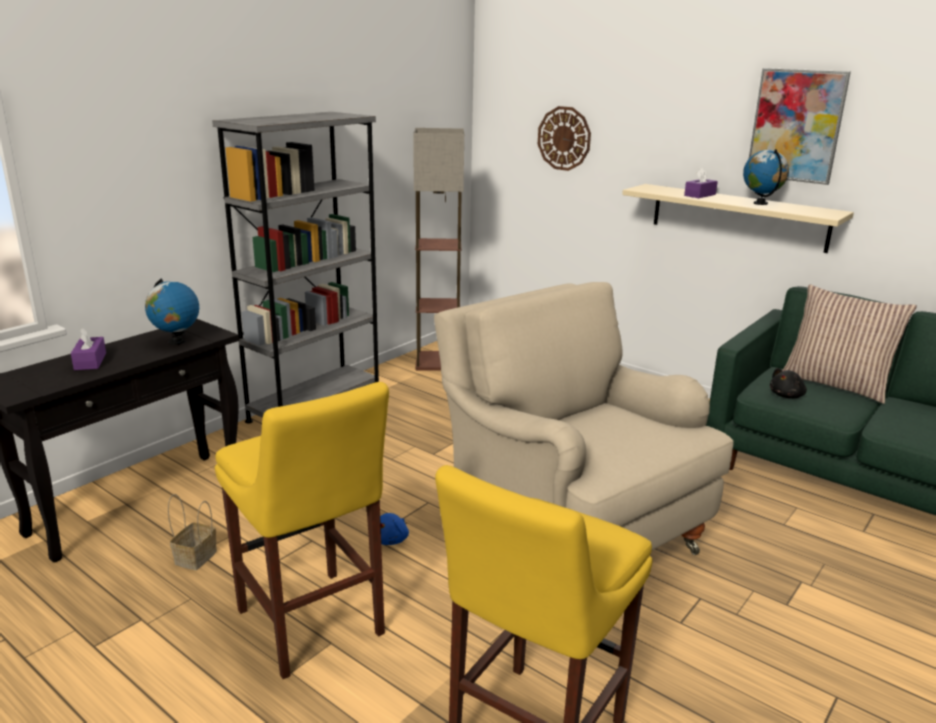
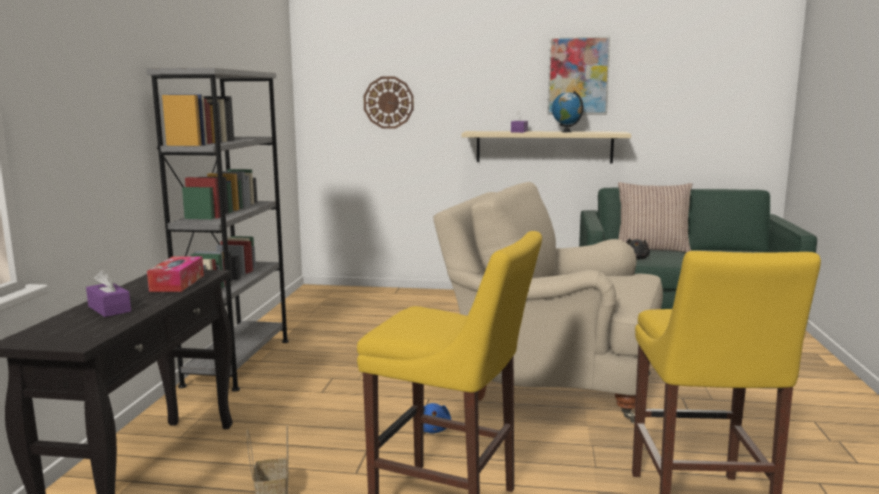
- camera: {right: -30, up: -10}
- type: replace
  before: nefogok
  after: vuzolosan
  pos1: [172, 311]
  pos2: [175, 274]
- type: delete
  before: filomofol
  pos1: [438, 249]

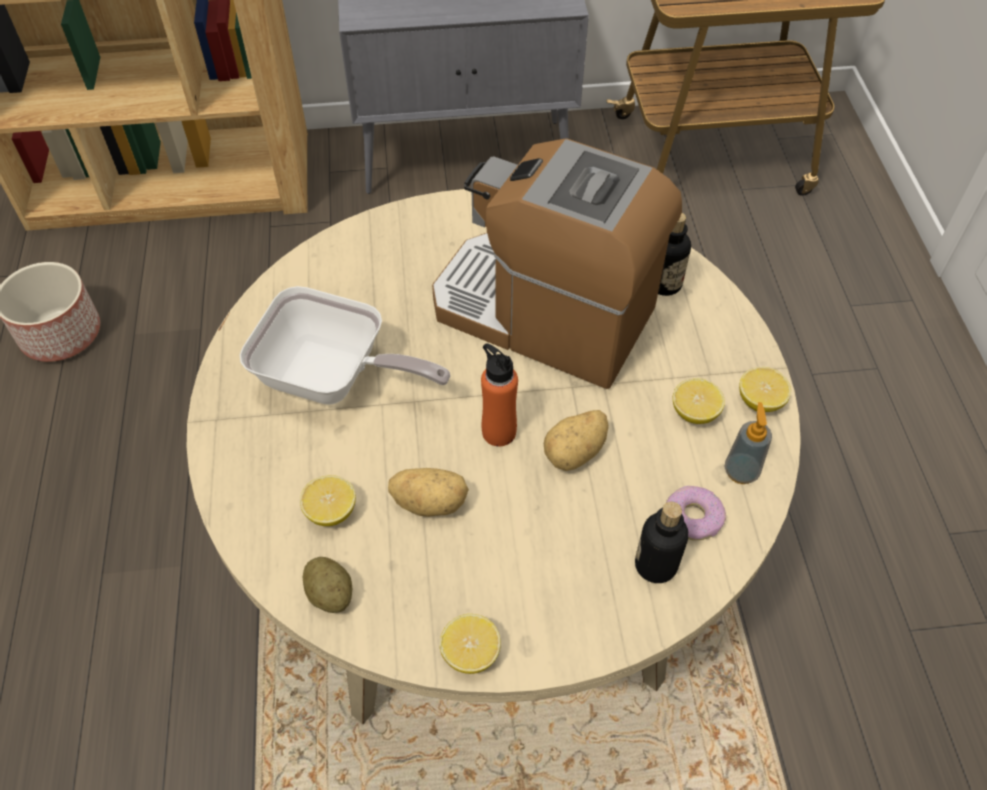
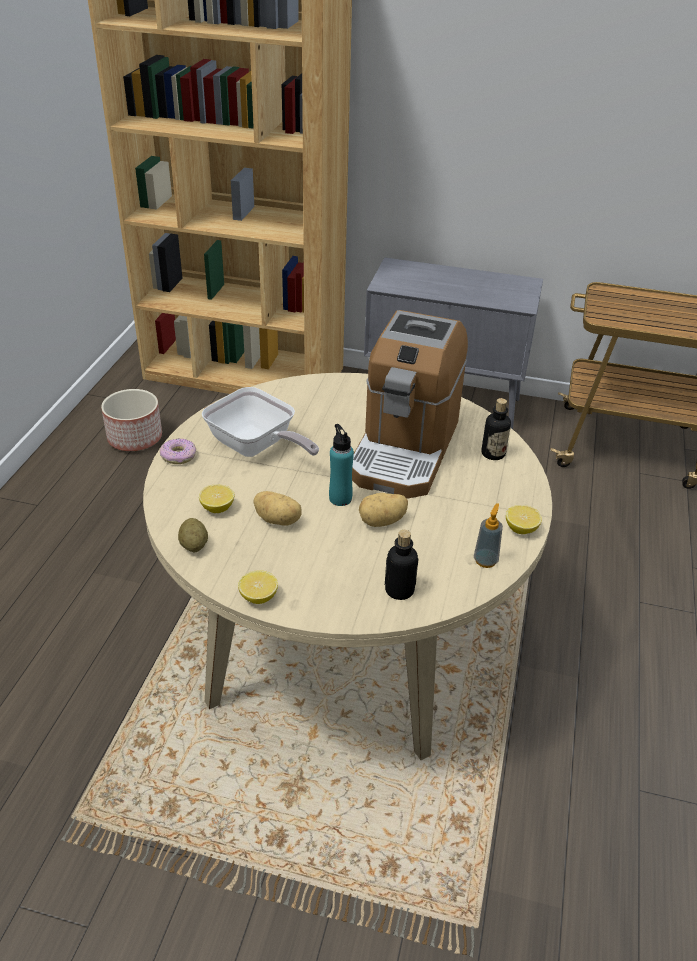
- camera: {right: 20, up: -15}
- type: move
  before: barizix
  pos1: [696, 513]
  pos2: [178, 451]
- type: recolor
  before: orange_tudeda
  after: turquoise_tudeda
  pos1: [499, 395]
  pos2: [341, 465]
- type: rotate
  before: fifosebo
  pos1: [557, 263]
  pos2: [410, 404]
  turn: -120
- type: delete
  before: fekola
  pos1: [699, 401]

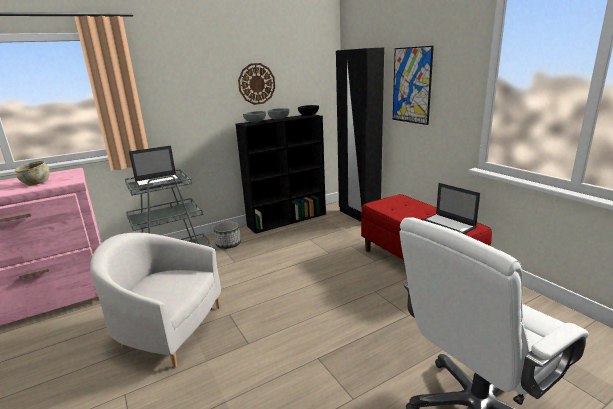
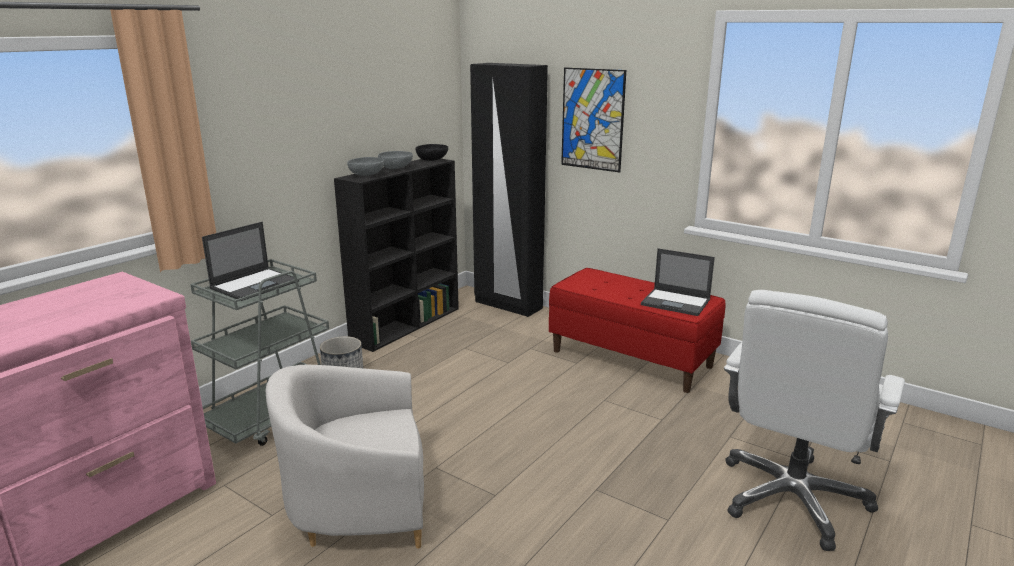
- camera: {right: -25, up: 0}
- type: delete
  before: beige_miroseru
  pos1: [32, 173]
- type: delete
  before: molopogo
  pos1: [256, 84]

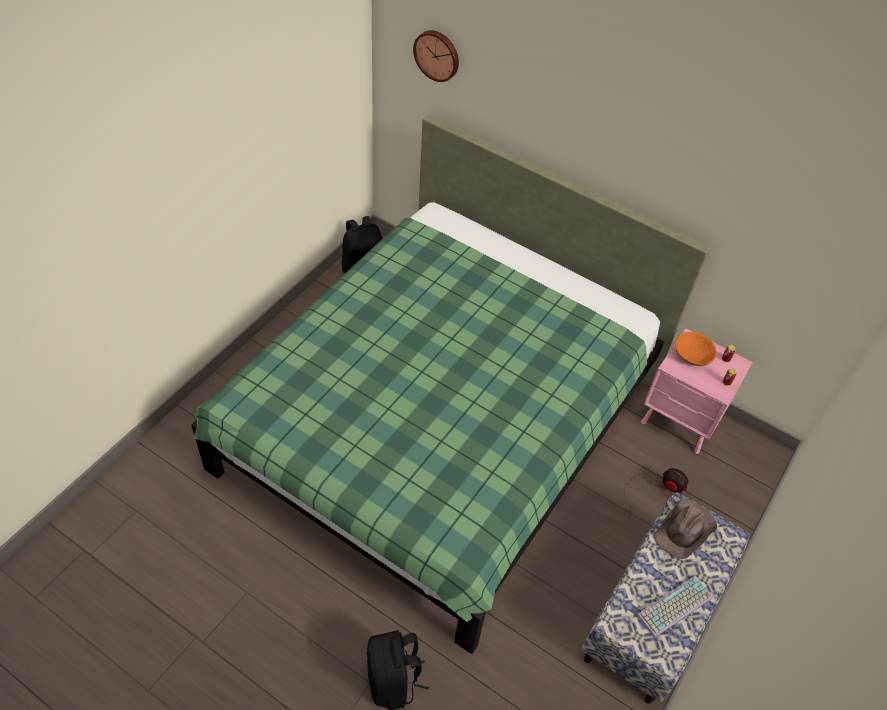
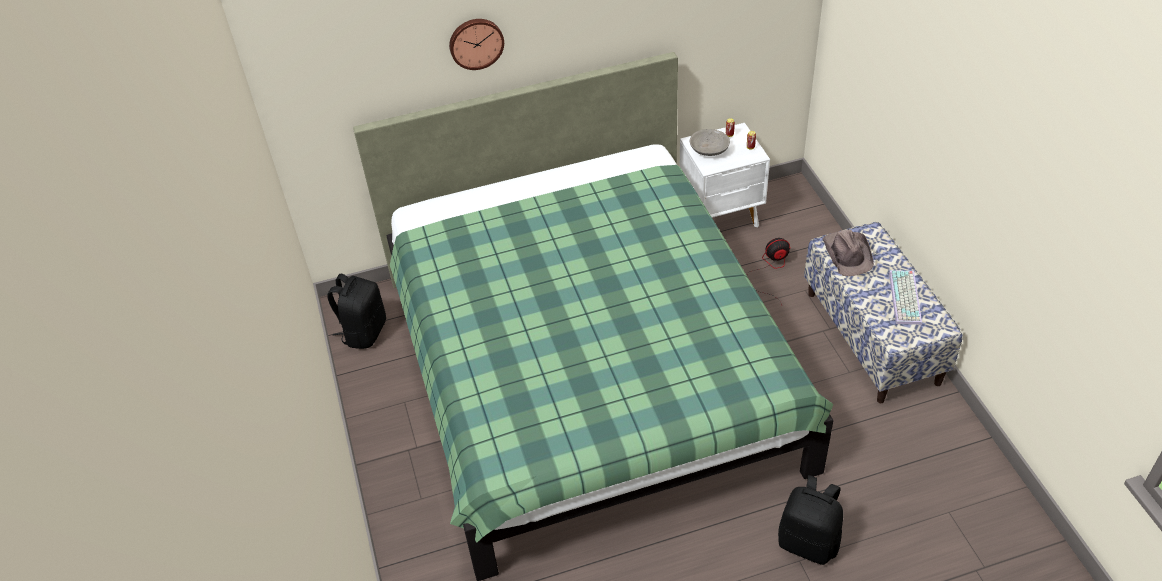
- camera: {right: -45, up: -5}
- type: move
  before: molopogo
  pos1: [436, 56]
  pos2: [476, 44]
- type: recolor
  before: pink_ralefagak
  after: white_ralefagak
  pos1: [697, 391]
  pos2: [725, 175]
- type: recolor
  before: orange_miroseru
  after: grey_miroseru
  pos1: [696, 349]
  pos2: [710, 142]

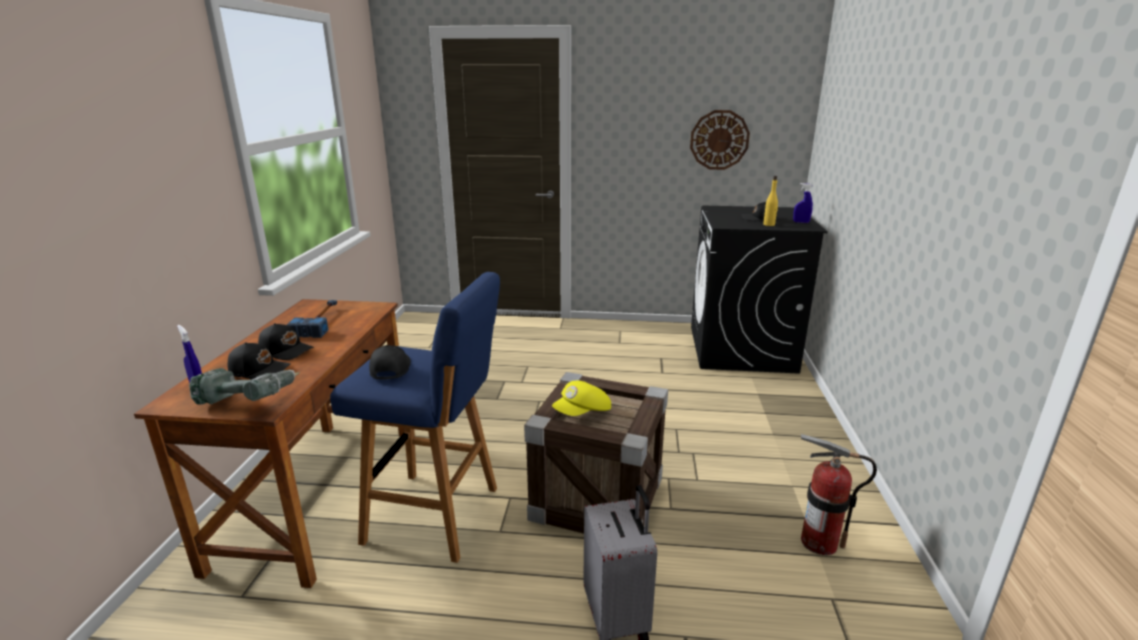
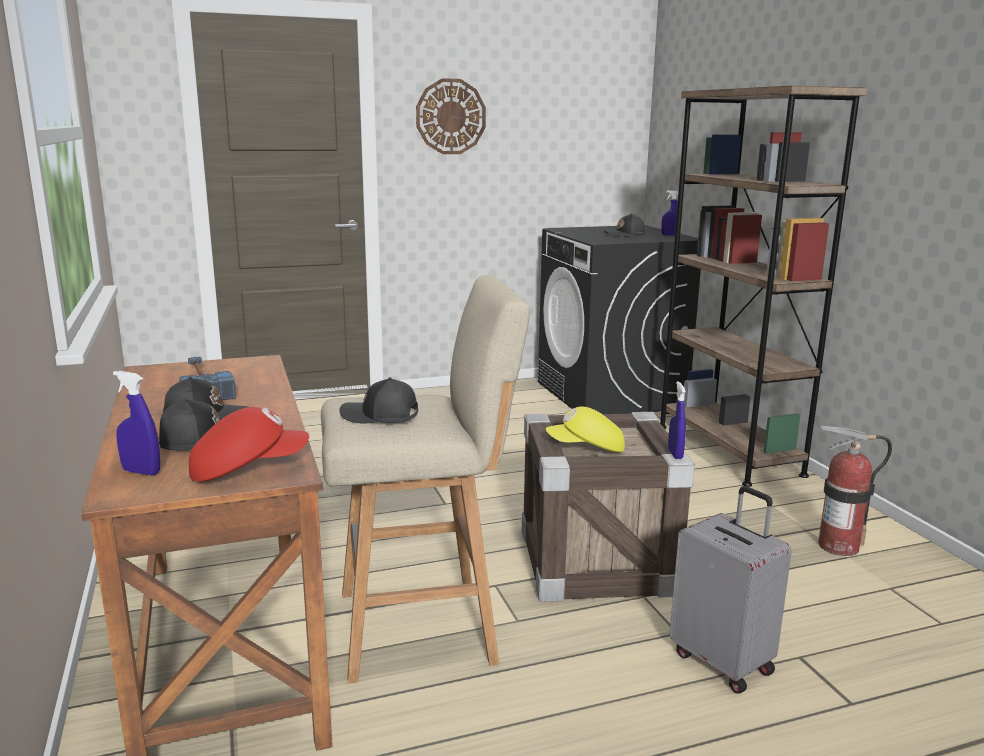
- camera: {right: -25, up: -5}
- type: replace
  before: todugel
  after: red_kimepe
  pos1: [244, 386]
  pos2: [249, 444]
- type: recolor
  before: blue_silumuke
  after: beige_silumuke
  pos1: [415, 417]
  pos2: [425, 479]
- type: rotate
  before: black_kimepe
  pos1: [390, 362]
  pos2: [378, 400]
  turn: -45
- type: move
  before: molopogo
  pos1: [720, 140]
  pos2: [451, 116]
- type: rotate
  before: yellow_kimepe
  pos1: [581, 398]
  pos2: [585, 429]
  turn: 60
- type: insert
  after: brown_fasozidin
  pos2: [763, 286]
- type: insert
  after: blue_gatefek
  pos2: [677, 420]
- type: delete
  before: yellow_tudeda
  pos1: [770, 201]

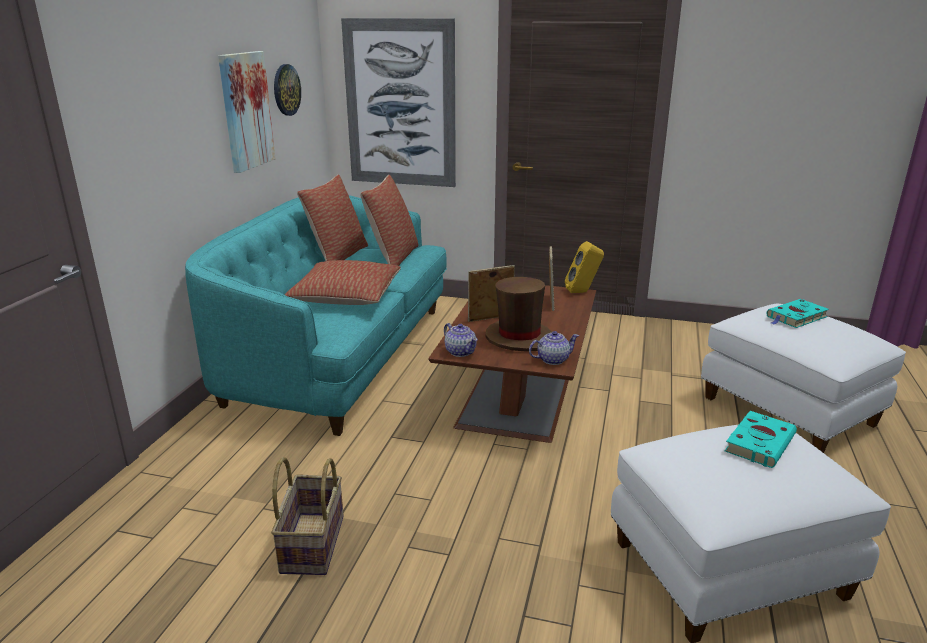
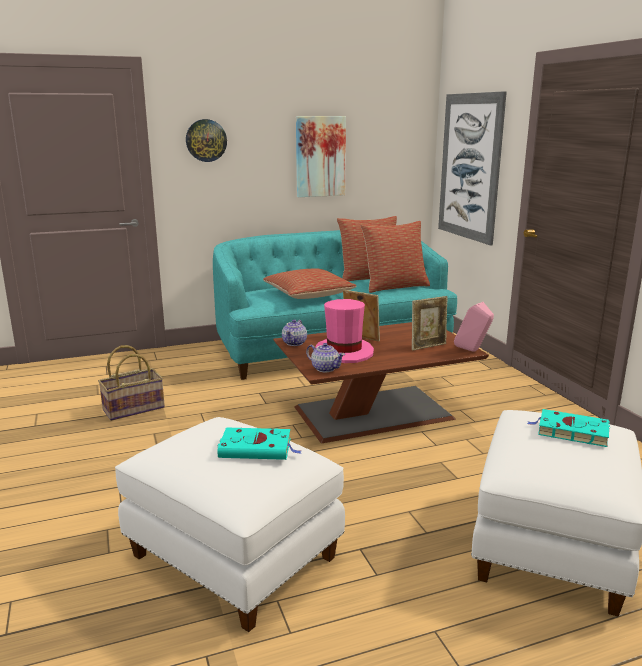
- camera: {right: 55, up: -5}
- type: move
  before: molopogo
  pos1: [287, 90]
  pos2: [206, 140]
- type: recolor
  before: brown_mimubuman
  after: pink_mimubuman
  pos1: [519, 314]
  pos2: [344, 331]
- type: recolor
  before: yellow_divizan
  after: pink_divizan
  pos1: [584, 267]
  pos2: [474, 327]

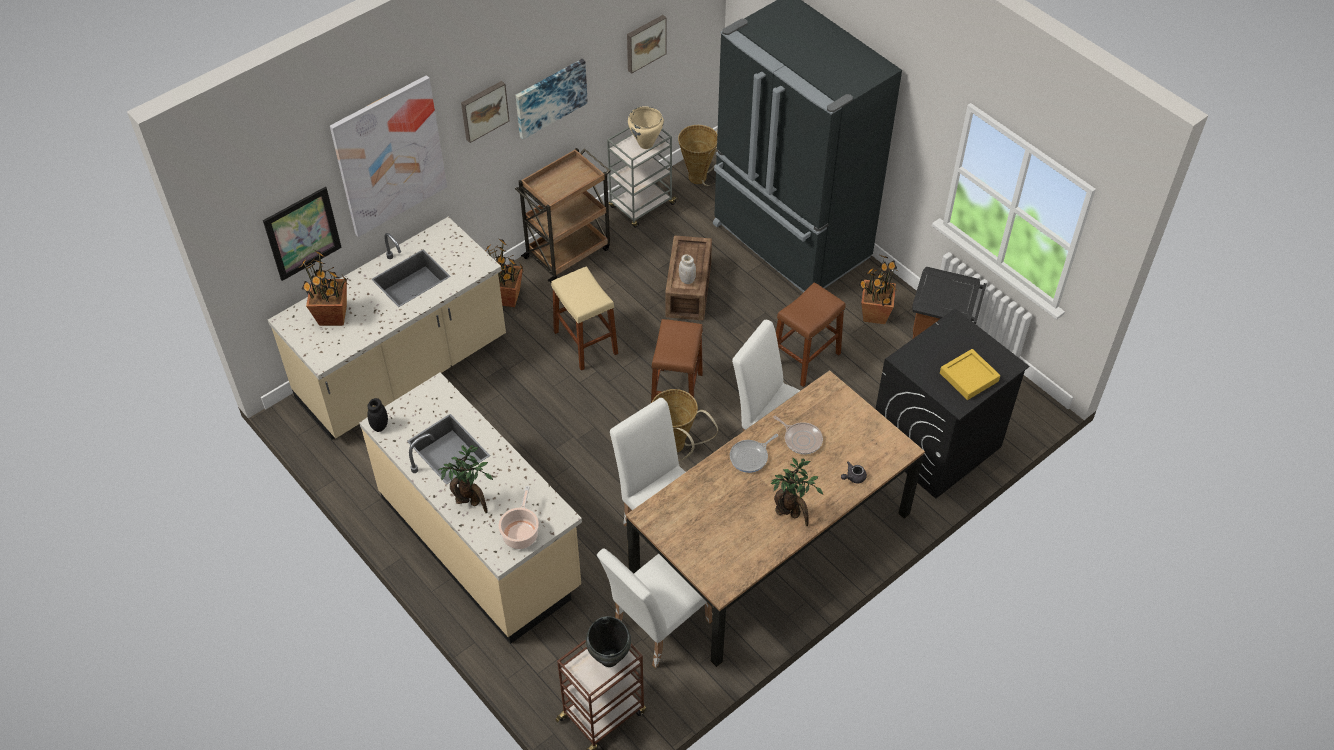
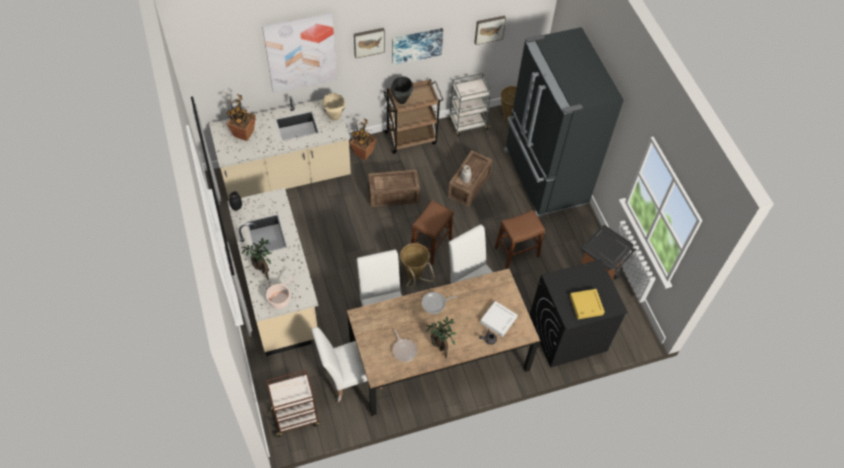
- camera: {right: 20, up: 5}
- type: move
  before: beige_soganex
  pos1: [646, 127]
  pos2: [334, 107]
- type: replace
  before: beige_silumuke
  after: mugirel
  pos1: [584, 318]
  pos2: [394, 188]
- type: move
  before: black_soganex
  pos1: [608, 641]
  pos2: [402, 90]
- type: move
  before: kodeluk
  pos1: [798, 435]
  pos2: [405, 345]
- type: insert
  after: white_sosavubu
  pos2: [499, 319]
- type: delete
  before: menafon
  pos1: [302, 234]
- type: delete
  before: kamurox
  pos1: [878, 289]

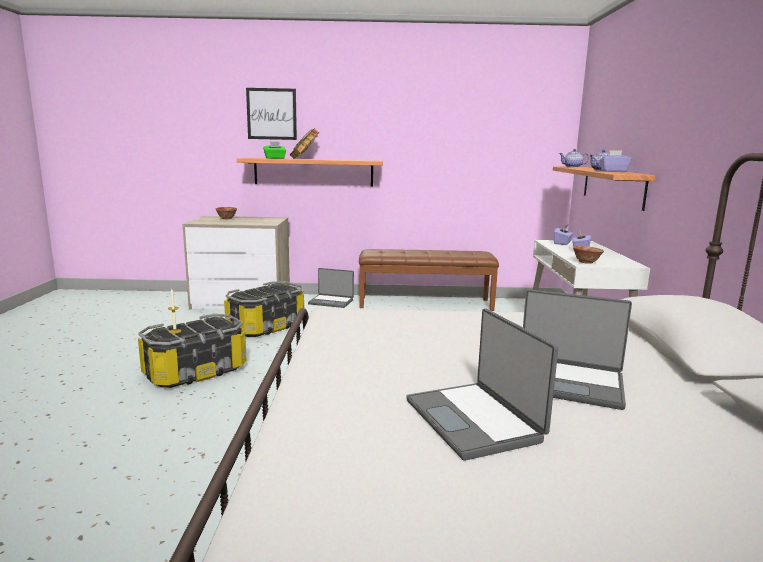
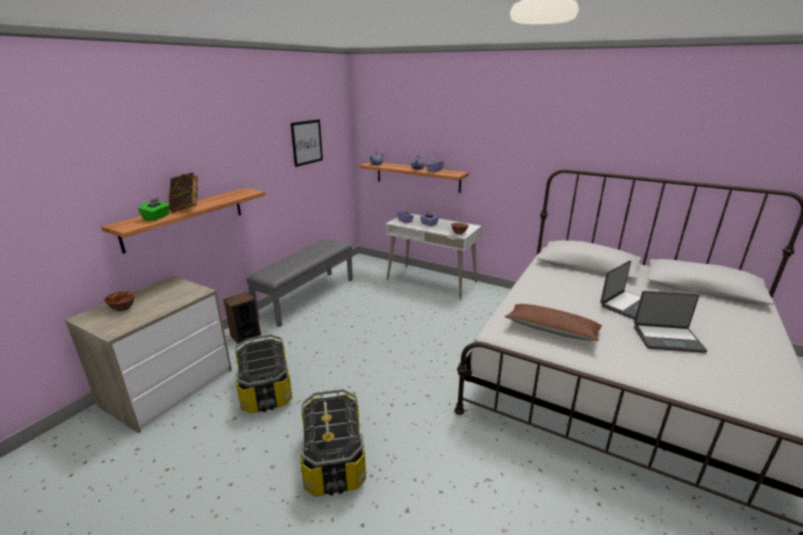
- camera: {right: -60, up: 10}
- type: replace
  before: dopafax
  after: divizan
  pos1: [331, 288]
  pos2: [242, 318]
- type: recolor
  before: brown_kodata
  after: grey_kodata
  pos1: [429, 280]
  pos2: [299, 283]
- type: move
  before: menafon
  pos1: [271, 114]
  pos2: [307, 143]
- type: insert
  after: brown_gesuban
  pos2: [553, 322]

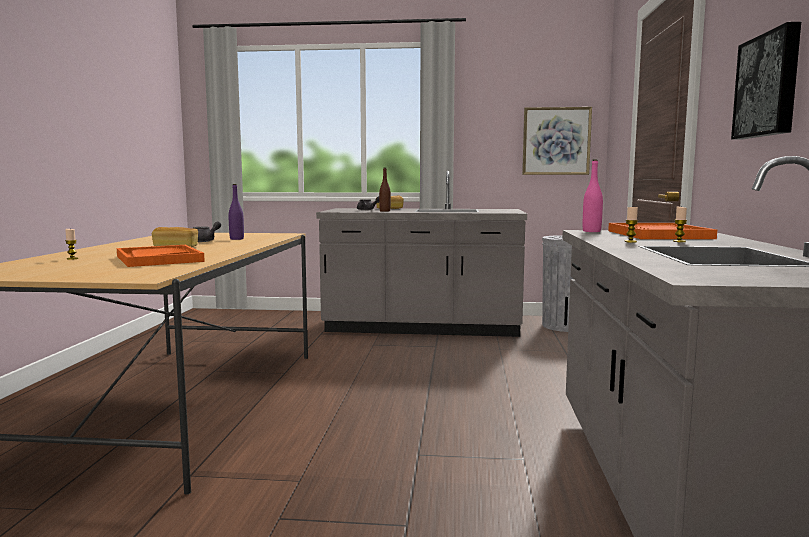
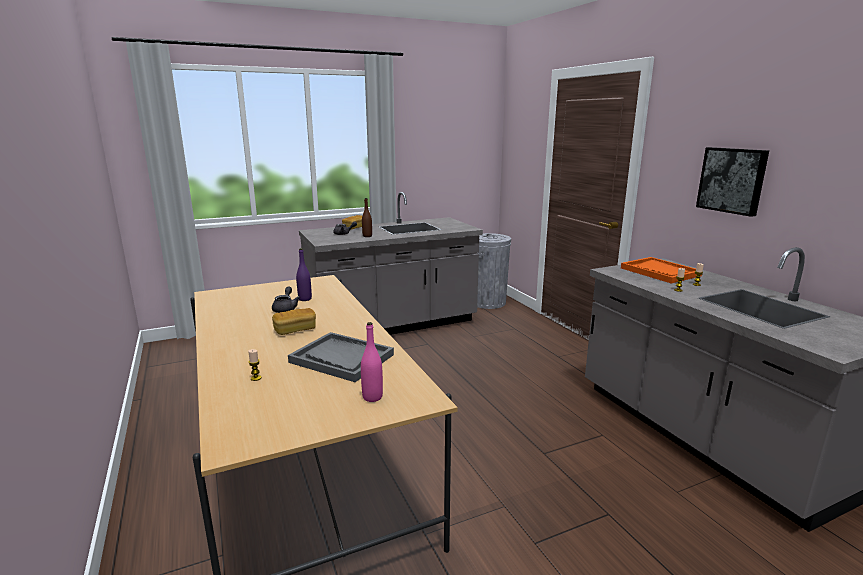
- camera: {right: -30, up: 10}
- type: recolor
  before: orange_sosavubu
  after: grey_sosavubu
  pos1: [161, 256]
  pos2: [341, 357]
- type: move
  before: pink_tudeda
  pos1: [593, 196]
  pos2: [372, 362]
- type: delete
  before: menafon
  pos1: [557, 141]

